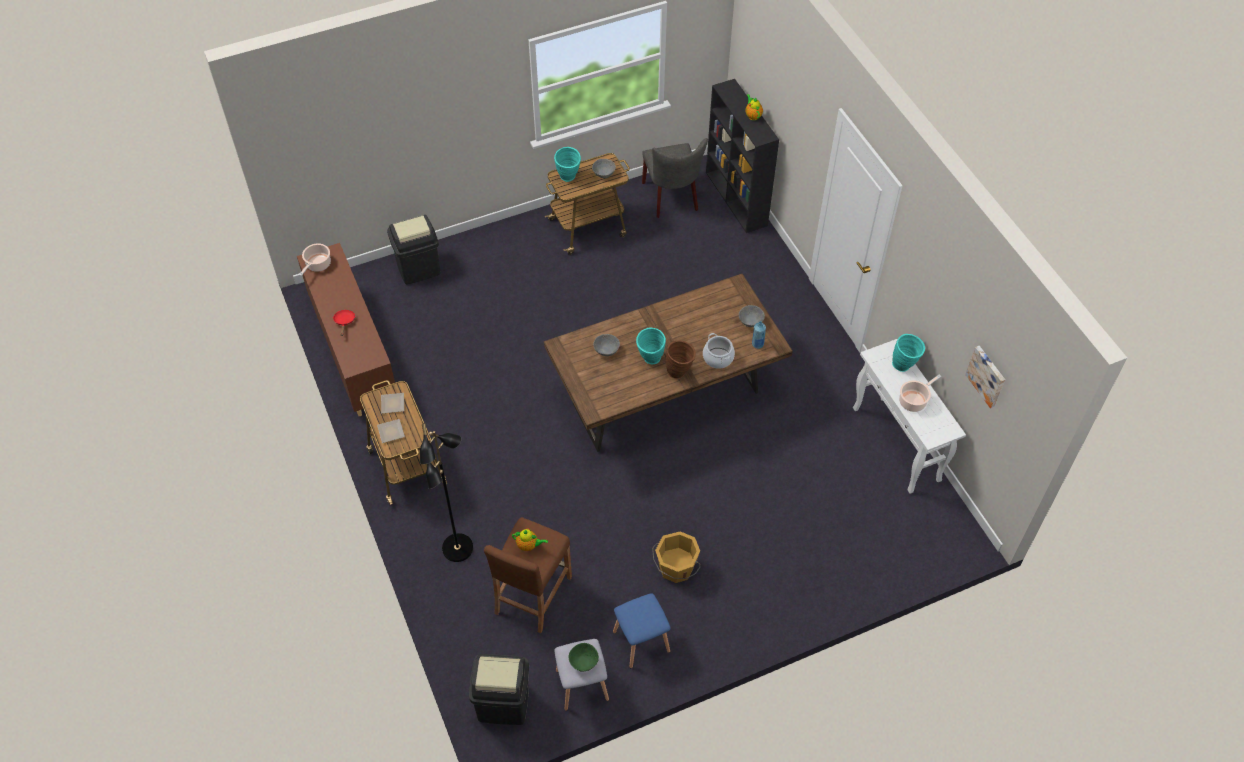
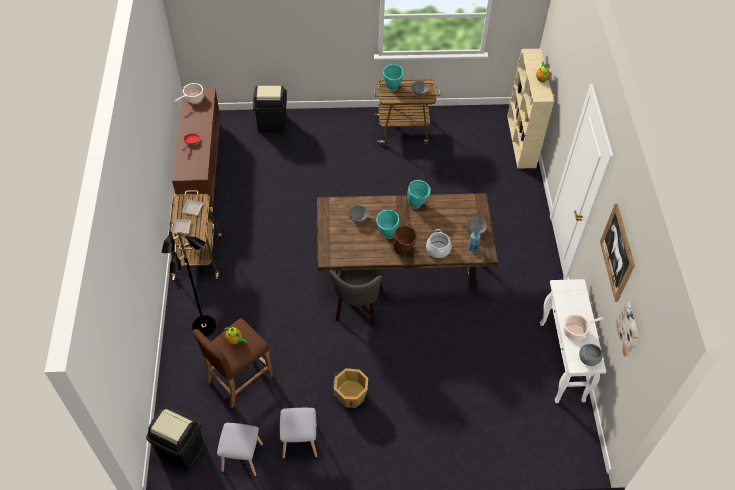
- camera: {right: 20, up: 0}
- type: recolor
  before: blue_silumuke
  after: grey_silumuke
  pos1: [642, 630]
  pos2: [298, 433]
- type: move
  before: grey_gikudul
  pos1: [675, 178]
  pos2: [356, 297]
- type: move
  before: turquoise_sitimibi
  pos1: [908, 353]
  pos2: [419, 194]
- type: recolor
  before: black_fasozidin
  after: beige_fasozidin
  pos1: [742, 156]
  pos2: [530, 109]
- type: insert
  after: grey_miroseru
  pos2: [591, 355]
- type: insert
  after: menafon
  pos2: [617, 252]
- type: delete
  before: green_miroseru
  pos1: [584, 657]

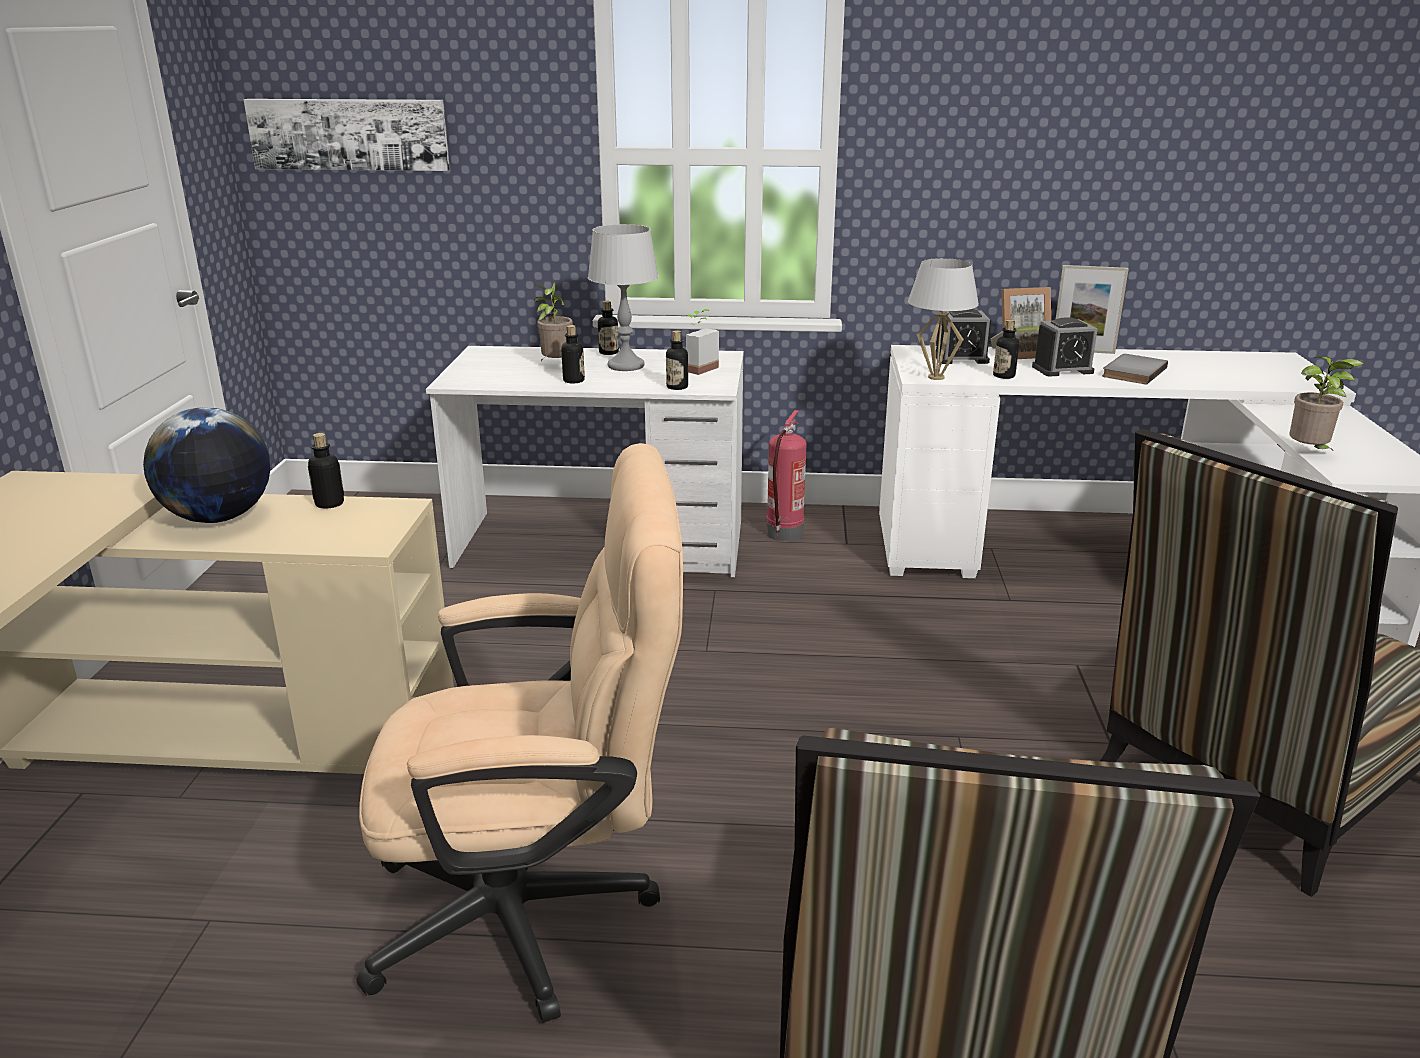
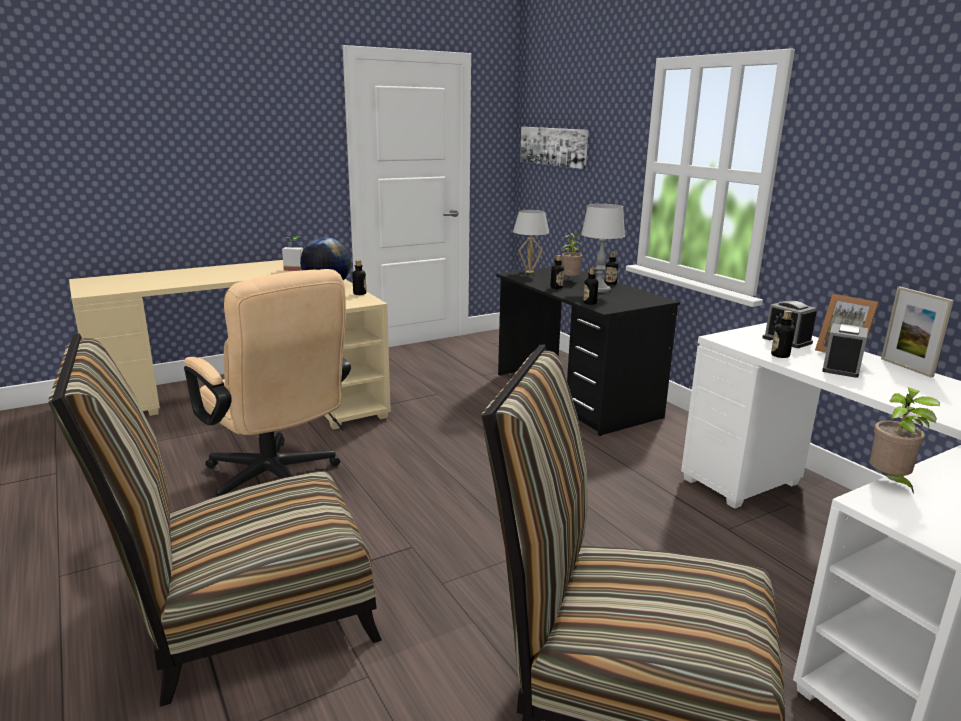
- camera: {right: 55, up: -5}
- type: move
  before: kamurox
  pos1: [702, 342]
  pos2: [292, 253]
- type: recolor
  before: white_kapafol
  after: black_kapafol
  pos1: [585, 461]
  pos2: [588, 351]
- type: move
  before: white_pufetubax
  pos1: [943, 319]
  pos2: [531, 241]
- type: rotate
  before: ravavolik
  pos1: [1065, 347]
  pos2: [845, 350]
  turn: -105
- type: delete
  before: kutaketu
  pos1: [786, 475]
- type: delete
  before: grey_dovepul
  pos1: [1135, 369]

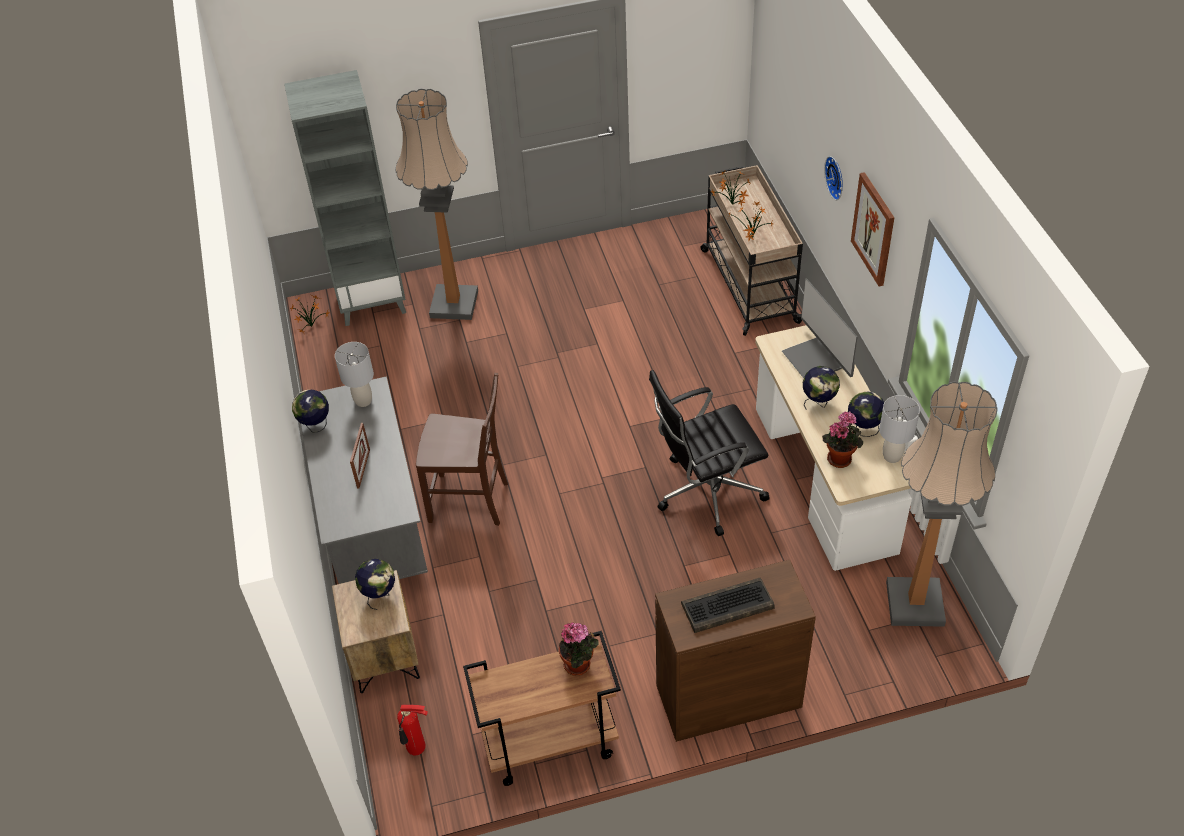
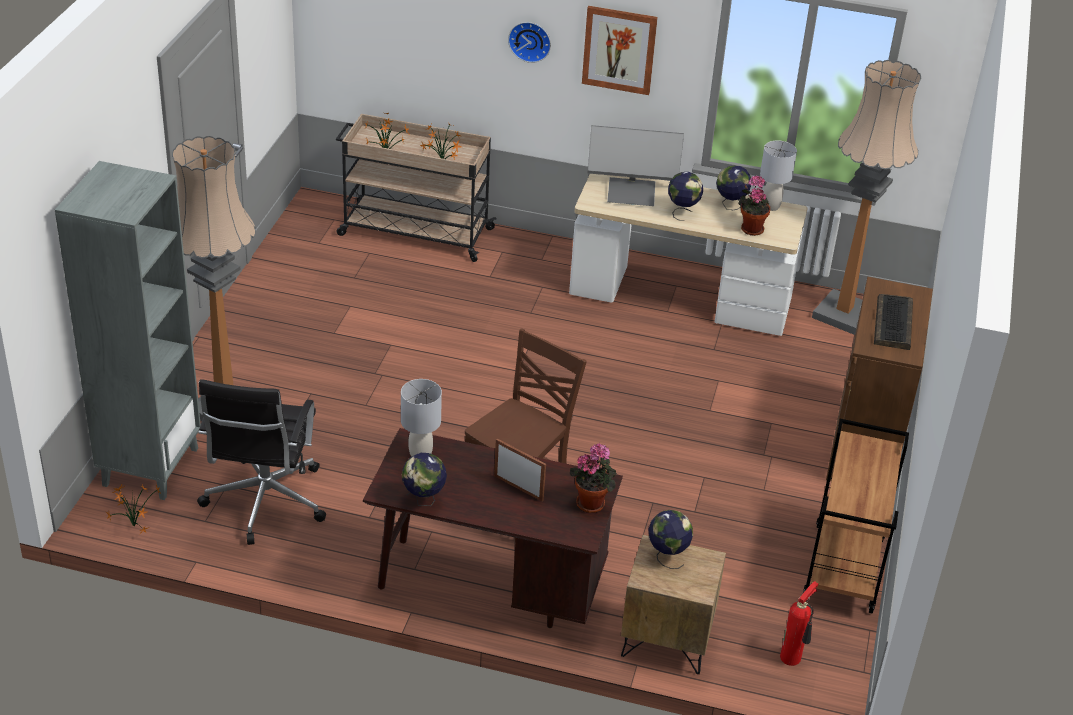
- camera: {right: -65, up: -10}
- type: move
  before: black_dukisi
  pos1: [709, 453]
  pos2: [261, 462]
- type: recolor
  before: grey_kapafol
  after: brown_kapafol
  pos1: [364, 480]
  pos2: [493, 528]
- type: move
  before: kamurox
  pos1: [579, 649]
  pos2: [593, 478]

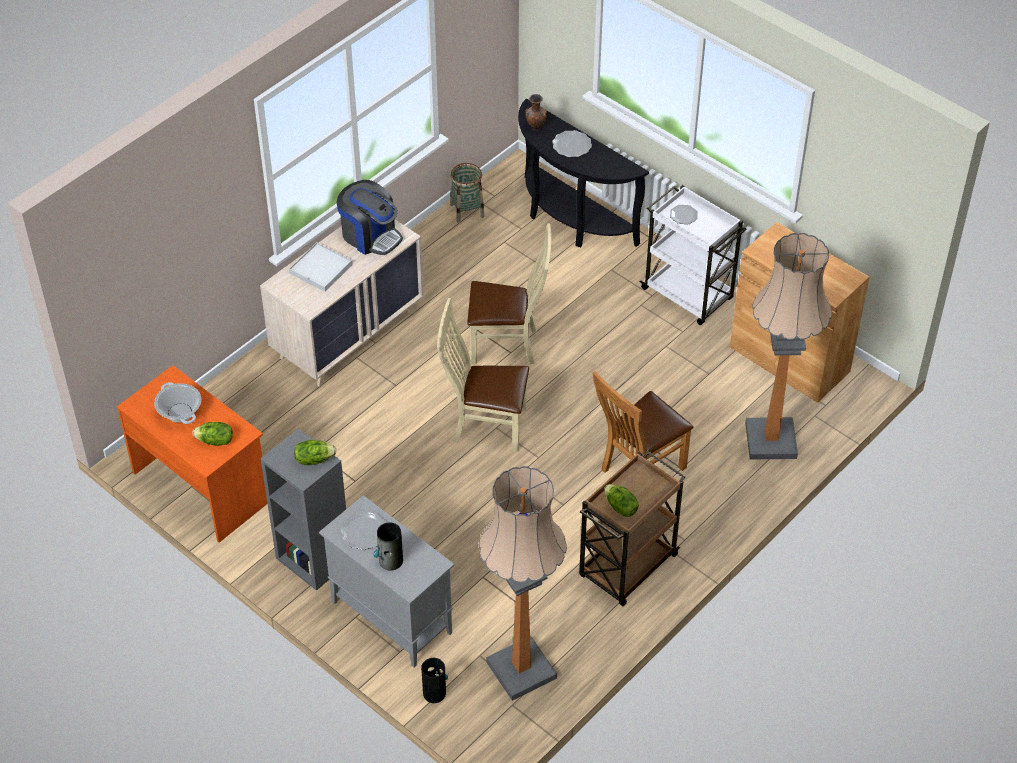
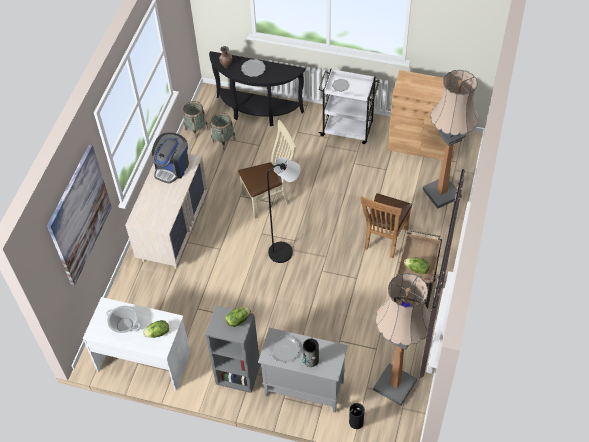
- camera: {right: -25, up: 5}
- type: insert
  after: menafon
  pos2: [79, 215]
- type: recolor
  before: orange_kapafol
  after: white_kapafol
  pos1: [192, 454]
  pos2: [137, 343]
- type: rotate
  before: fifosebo
  pos1: [369, 217]
  pos2: [170, 158]
  turn: 105
- type: insert
  after: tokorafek
  pos2: [223, 131]
- type: replace
  before: beige_gikudul
  after: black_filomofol
  pos1: [483, 375]
  pos2: [284, 210]
- type: delete
  before: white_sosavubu
  pos1: [321, 267]

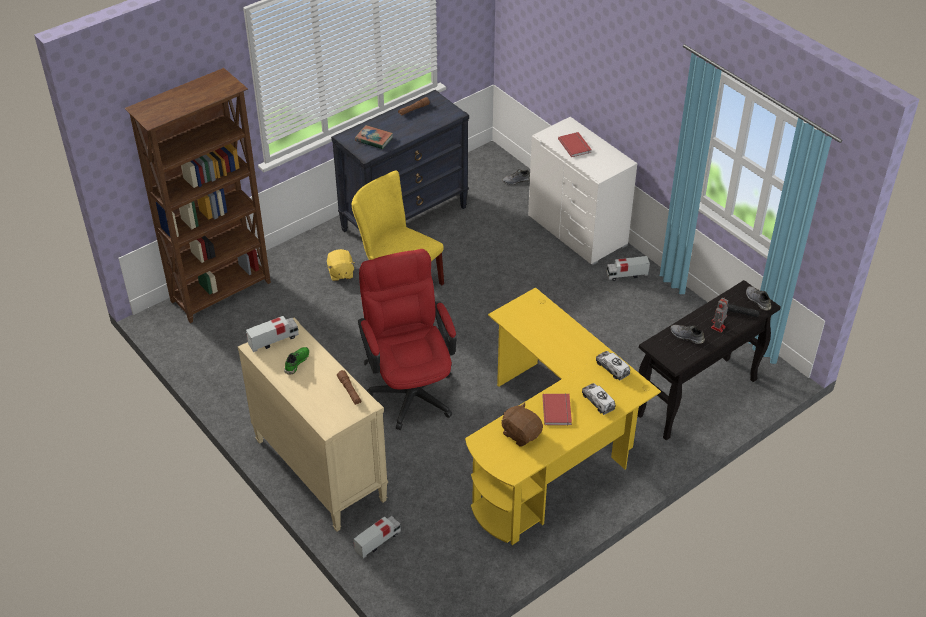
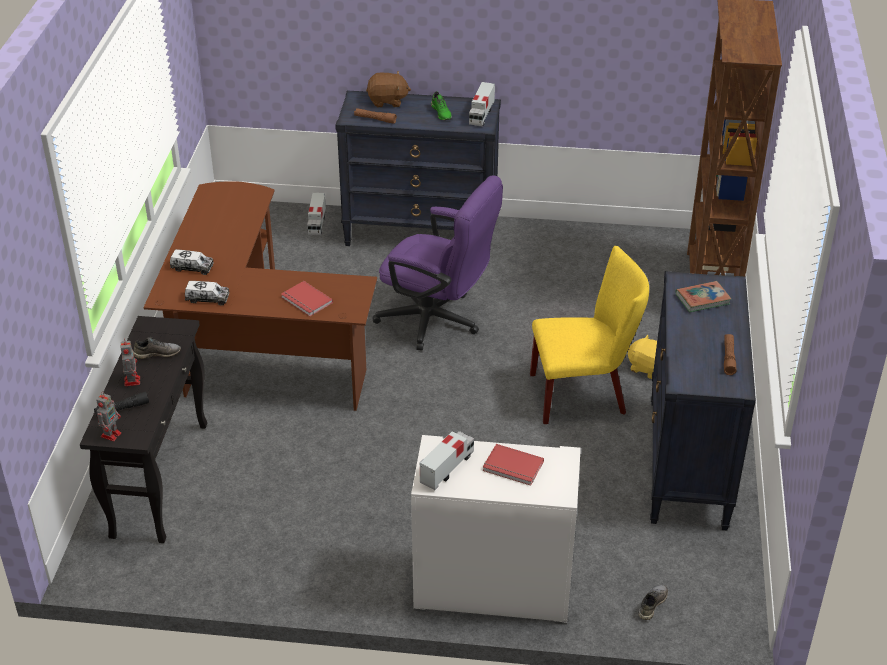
- camera: {right: 135, up: -5}
- type: replace
  before: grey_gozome
  after: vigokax
  pos1: [759, 298]
  pos2: [108, 416]
- type: recolor
  before: yellow_kapafol
  after: brown_kapafol
  pos1: [563, 416]
  pos2: [260, 296]
- type: move
  before: red_dovepul
  pos1: [557, 409]
  pos2: [307, 298]
- type: recolor
  before: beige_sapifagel
  after: black_sapifagel
  pos1: [313, 424]
  pos2: [418, 169]
- type: move
  before: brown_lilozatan
  pos1: [522, 424]
  pos2: [388, 89]
- type: recolor
  before: red_dukisi
  after: purple_dukisi
  pos1: [407, 339]
  pos2: [437, 263]
- type: move
  before: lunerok
  pos1: [628, 268]
  pos2: [447, 460]

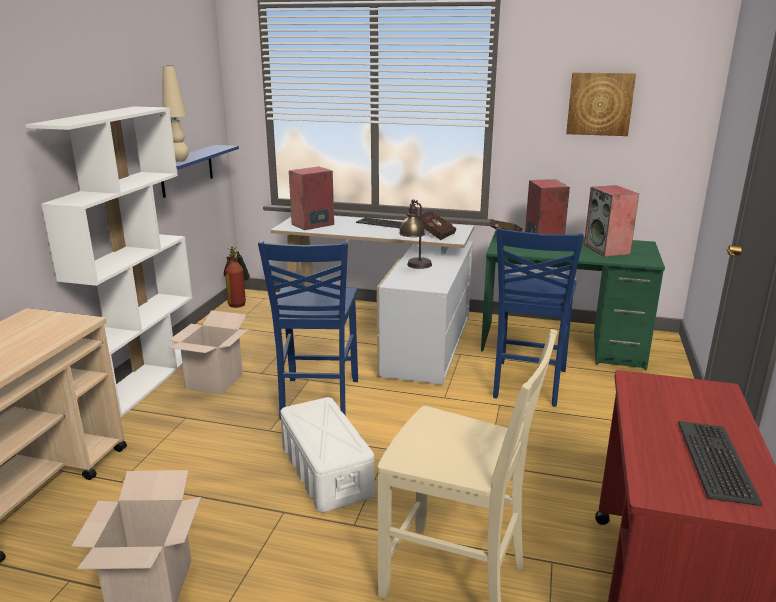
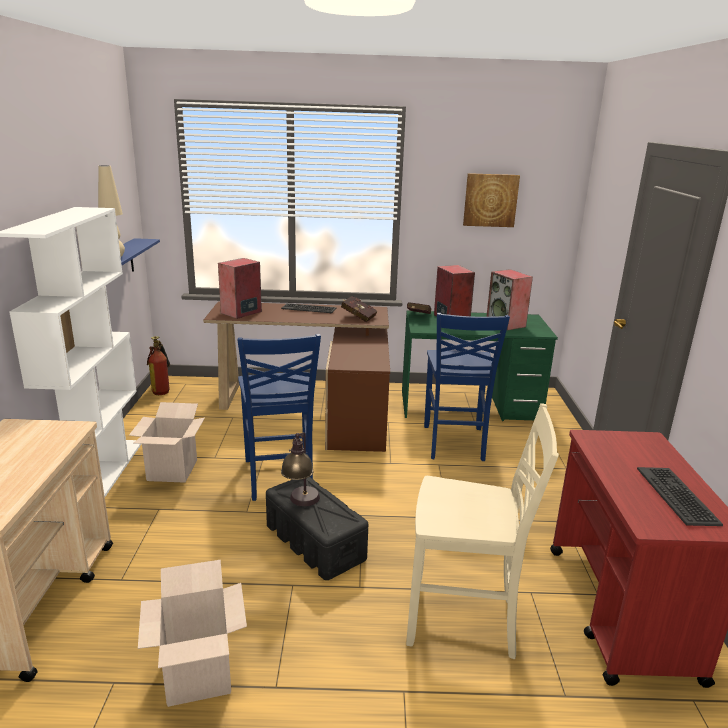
- camera: {right: -15, up: 0}
- type: recolor
  before: white_kapafol
  after: brown_kapafol
  pos1: [372, 300]
  pos2: [296, 377]
- type: recolor
  before: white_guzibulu
  after: black_guzibulu
  pos1: [327, 455]
  pos2: [317, 528]
- type: move
  before: pufetubax
  pos1: [415, 234]
  pos2: [300, 469]

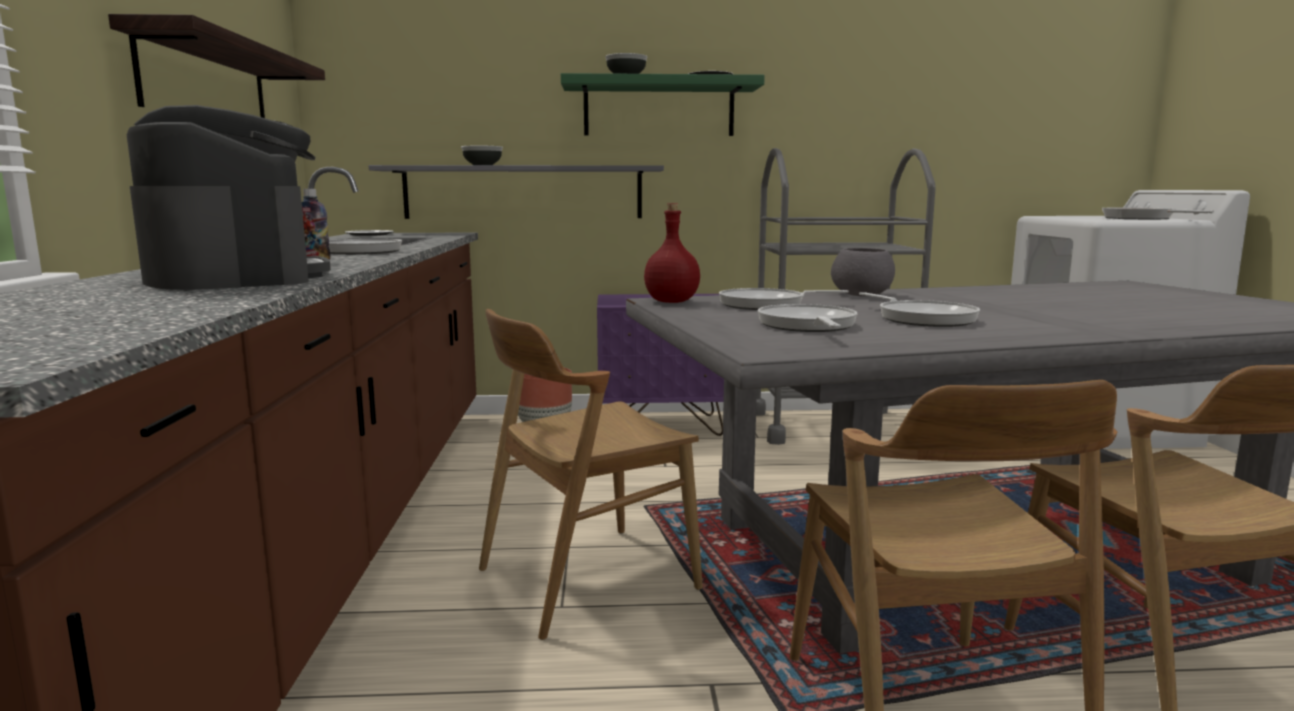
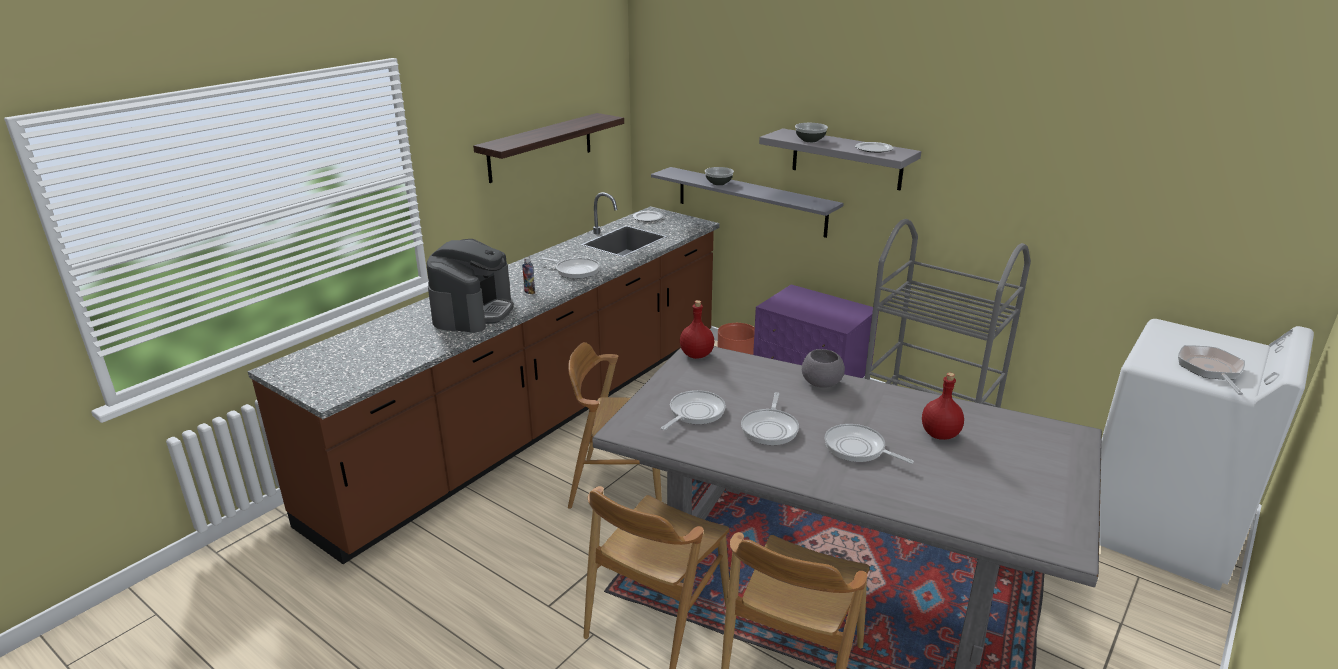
- camera: {right: 40, up: 15}
- type: recolor
  before: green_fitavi
  after: grey_fitavi
  pos1: [663, 104]
  pos2: [840, 159]
- type: move
  before: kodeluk
  pos1: [784, 299]
  pos2: [869, 444]
- type: insert
  after: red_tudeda
  pos2: [943, 406]

